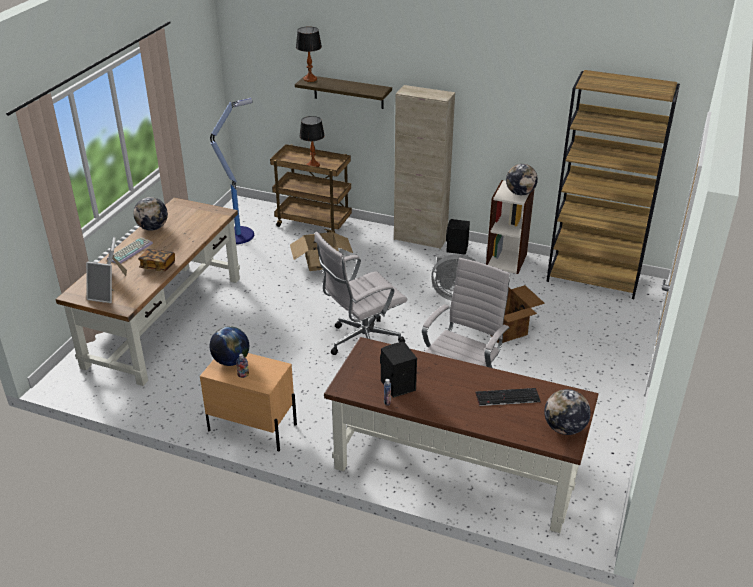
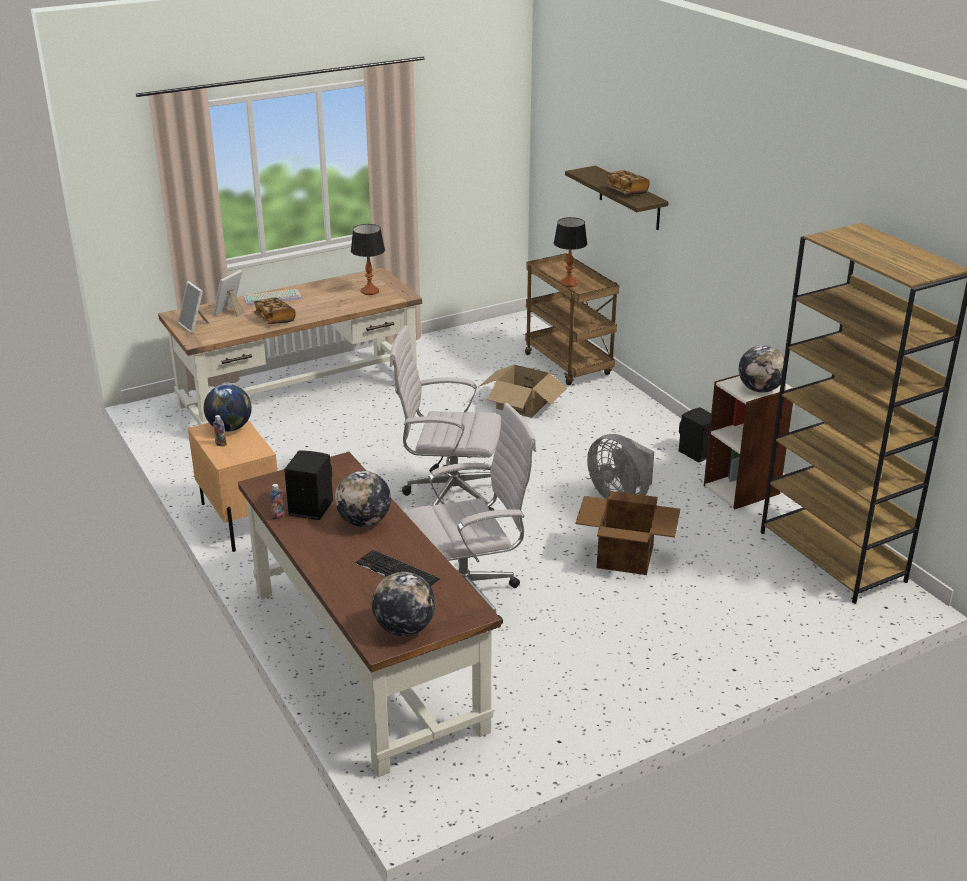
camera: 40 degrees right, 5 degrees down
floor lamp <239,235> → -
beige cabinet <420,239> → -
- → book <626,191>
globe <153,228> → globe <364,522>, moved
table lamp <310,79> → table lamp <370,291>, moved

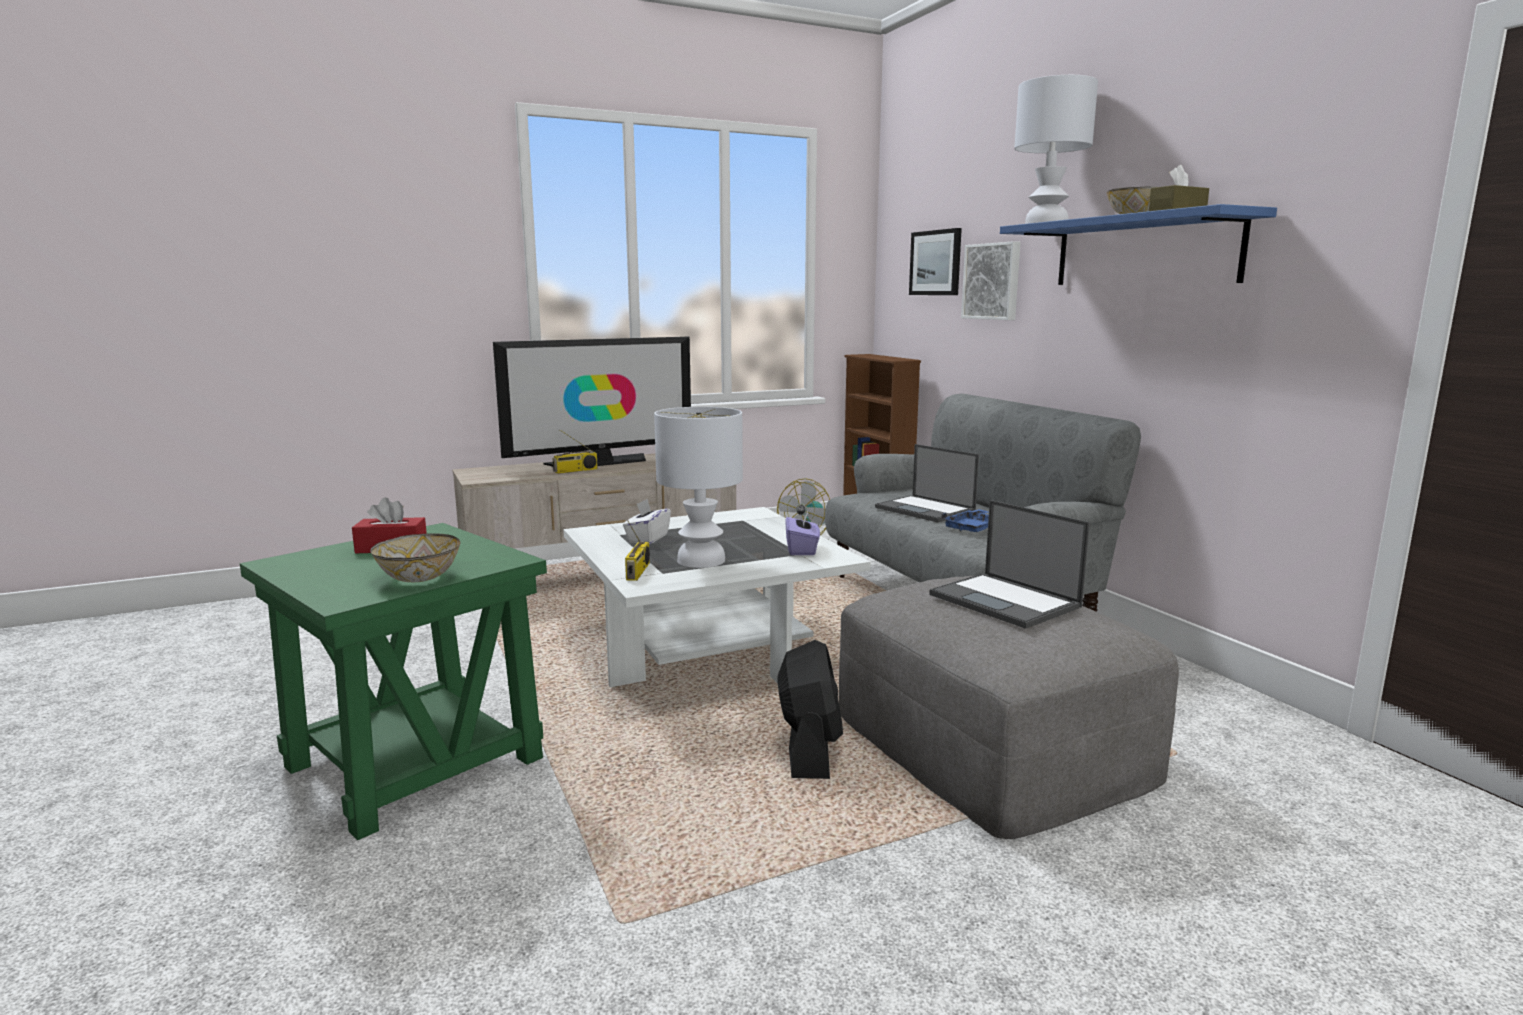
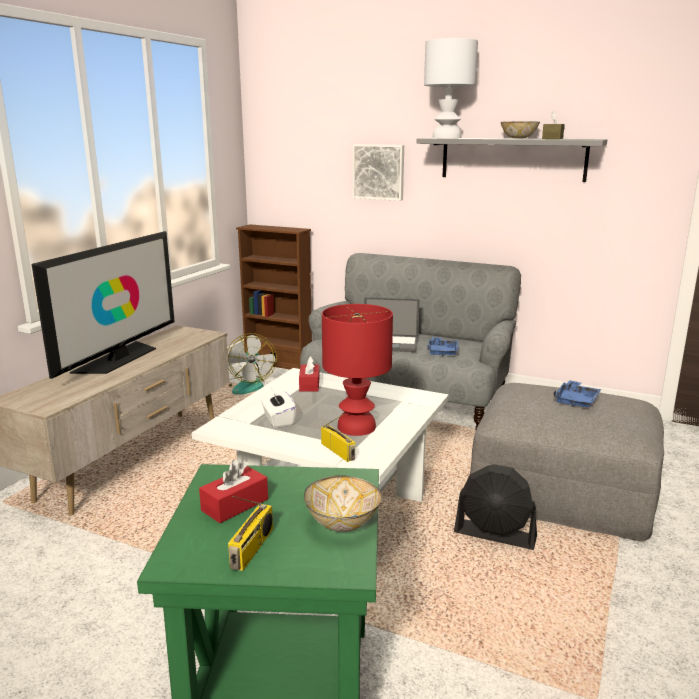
camera: 40 degrees left, 5 degrees up
purple tissue box <802,550> → -
picture <936,263> → -
- → red tissue box <309,384>
radio <575,471> → radio <252,549>, moved
laptop <1006,601> → blue tray <576,401>
white table lamp <701,561> → red table lamp <357,427>
blue shelf <1144,251> → grey shelf <512,159>
black fan <809,750> → black fan <495,535>, 150 degrees clockwise

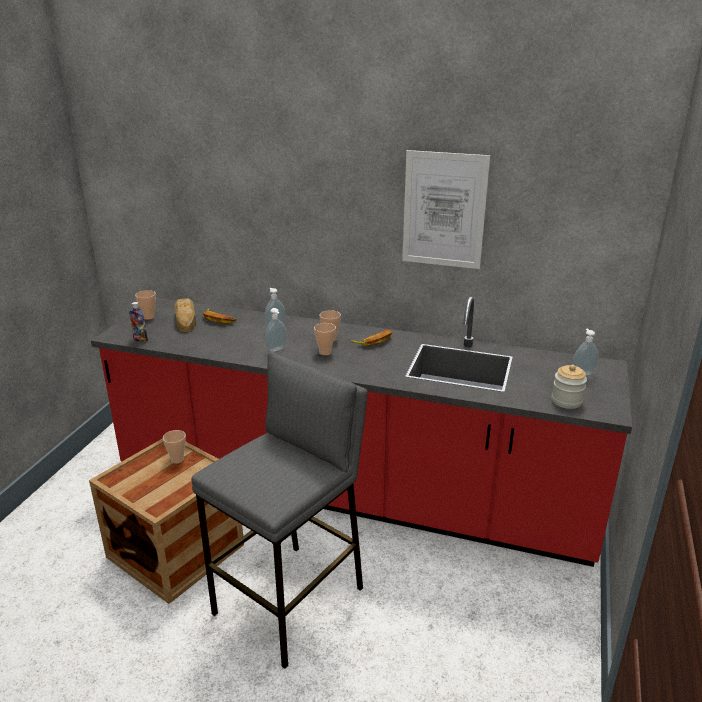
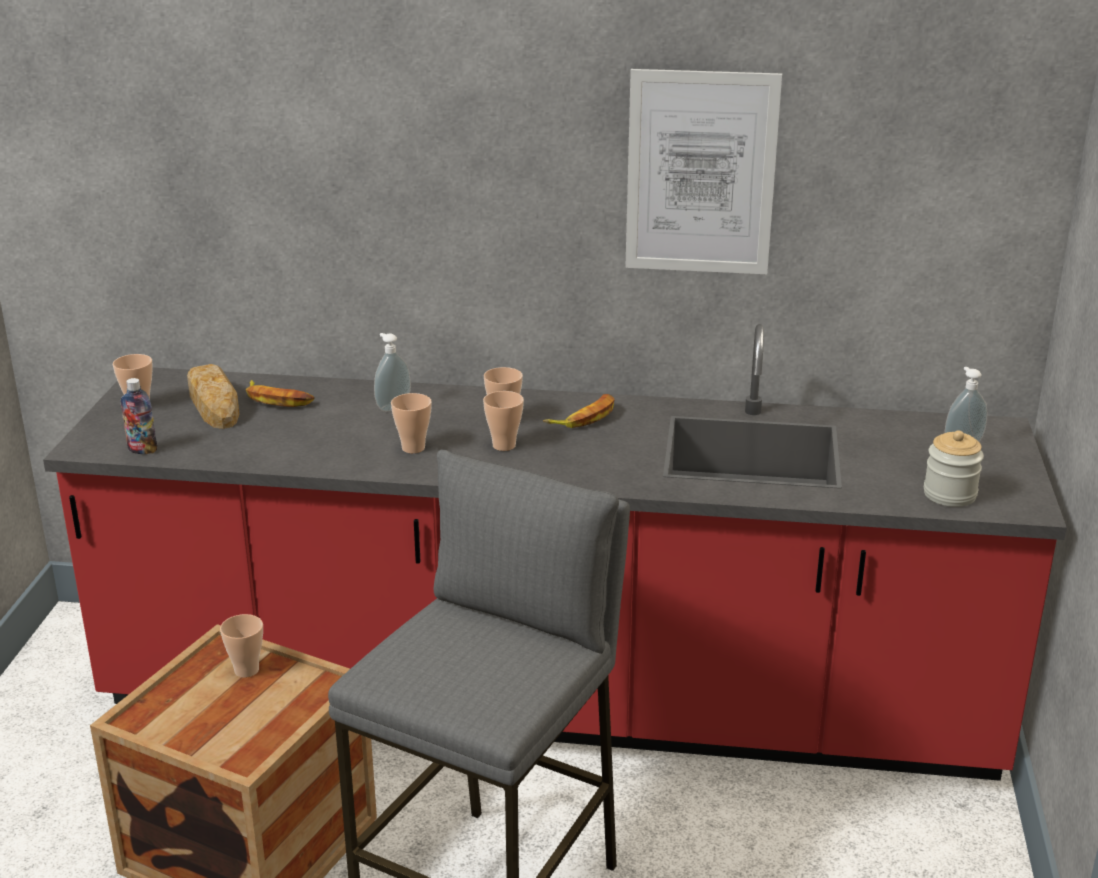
camera: 10 degrees left, 0 degrees up
soap dispenser <277,350> → cup <413,448>

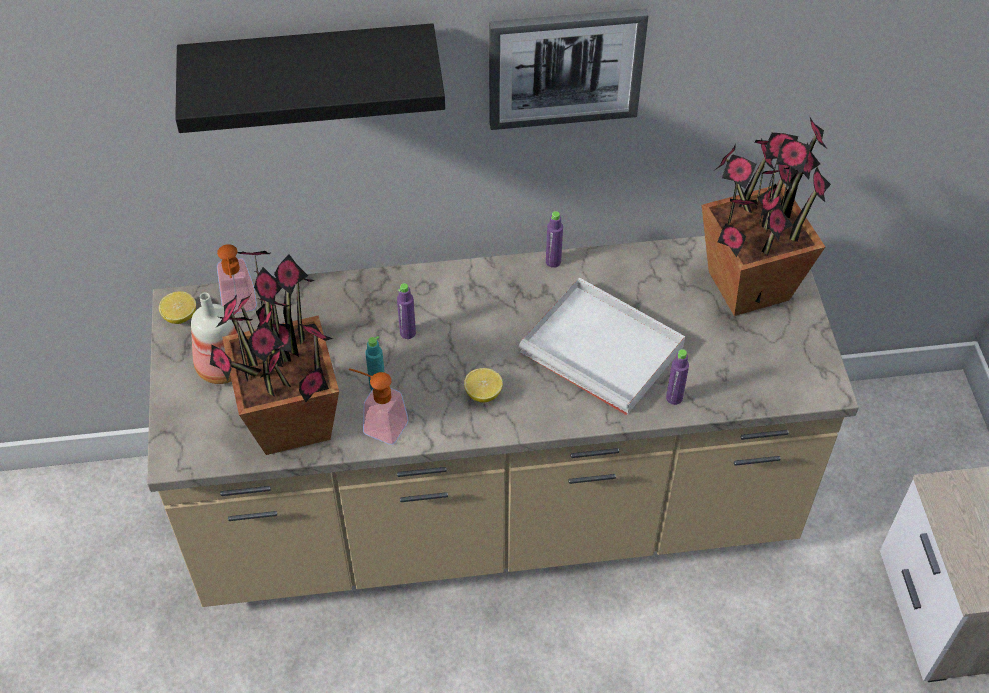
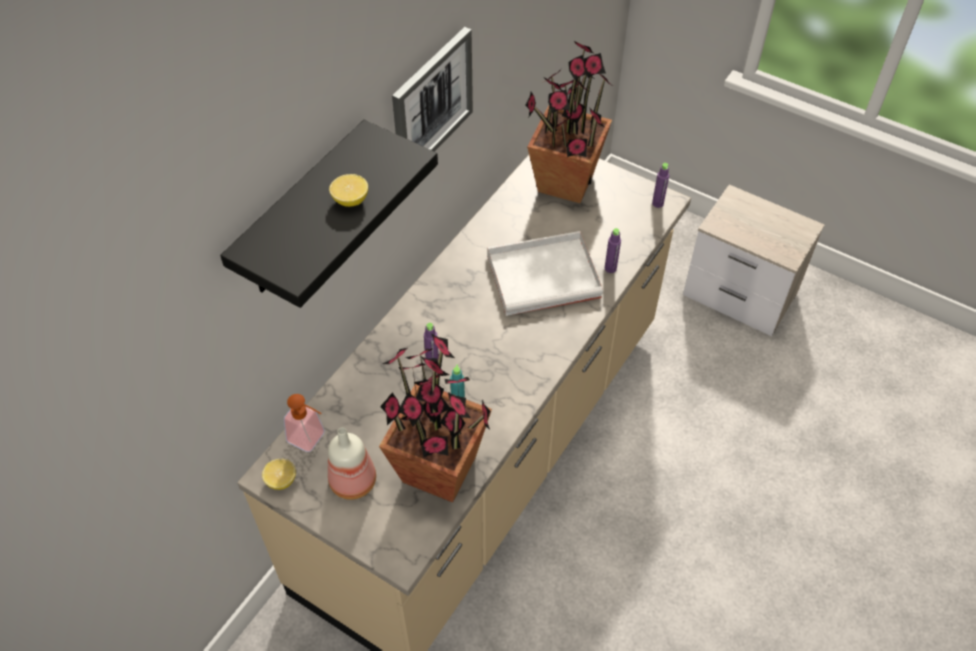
camera: 50 degrees left, 0 degrees up
soap dispenser <378,424> → -
lemon <483,393> → lemon <350,200>, moved
purple bottle <553,261> → purple bottle <657,203>, moved

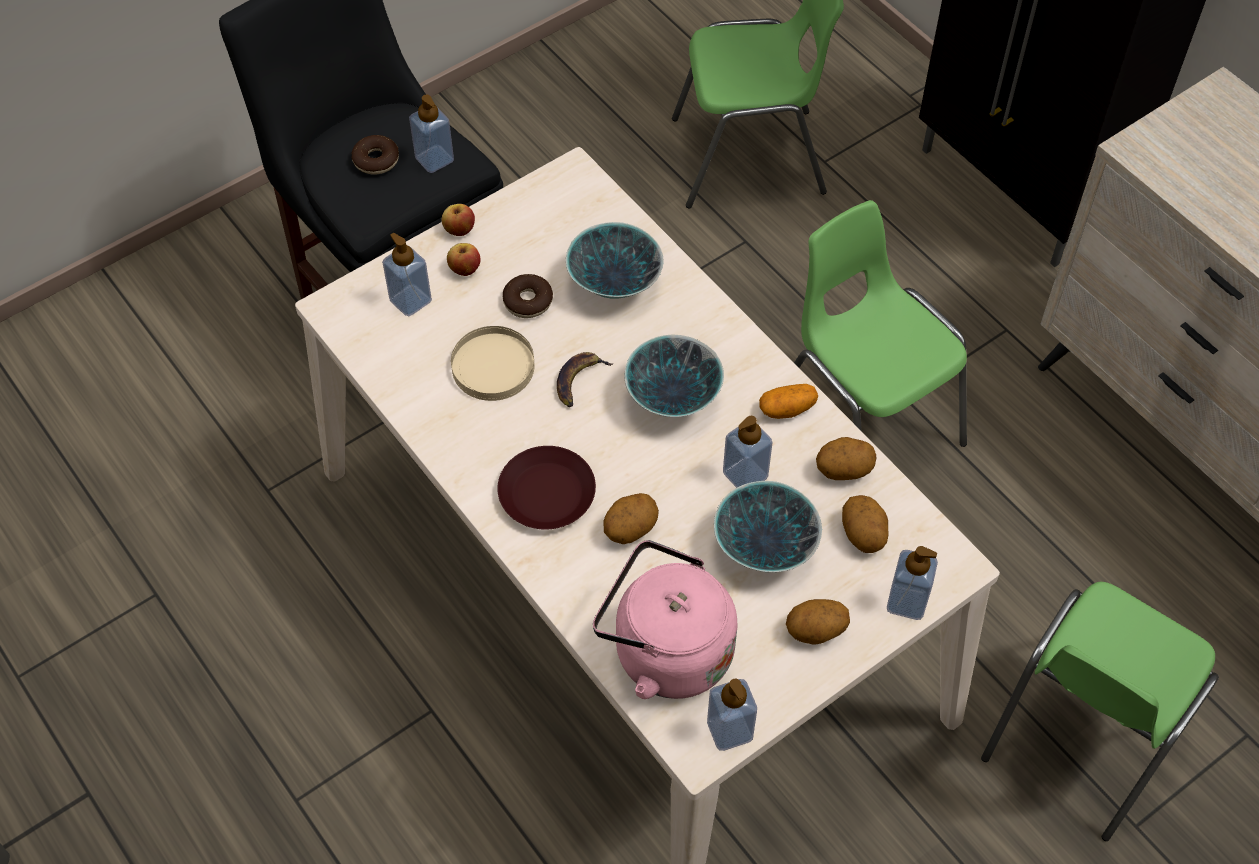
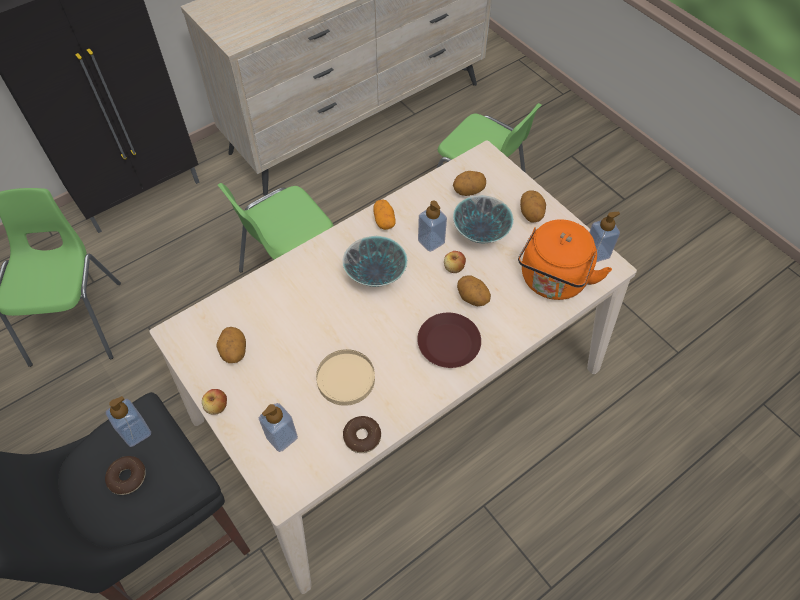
camera: 90 degrees left, 0 degrees up
banana <579,381> → -
bowl <613,284> → -
soap dispenser <907,602> → -
apple <464,269> → apple <454,268>, moved
donut <528,301> → donut <362,437>, moved
potato <844,470> → potato <234,352>, moved
pink kettle <665,651> → orange kettle <552,281>

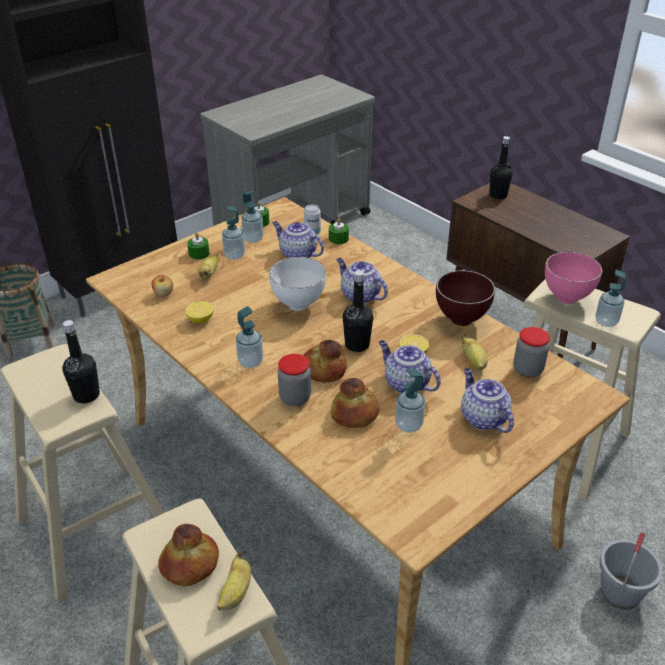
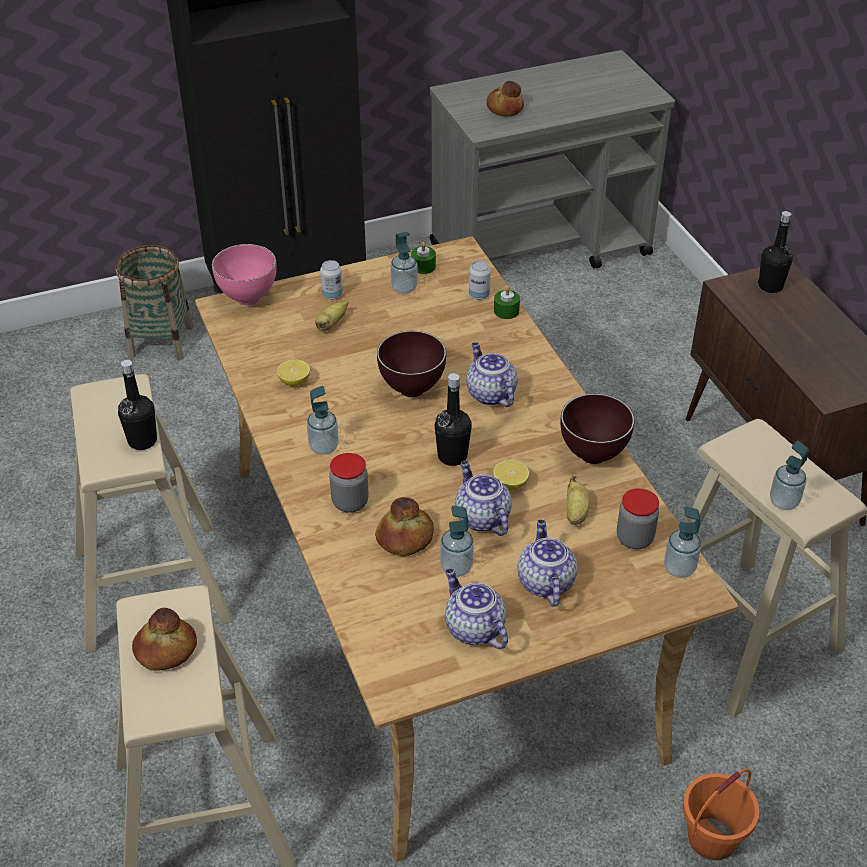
camera: 20 degrees right, 5 degrees up
apple <163,294> → -
banana <235,593> → -
soap dispenser <234,255> → soap dispenser <679,568>, moved
teapot <297,255> → teapot <473,628>, moved
bread <323,369> → bread <504,108>, moved
pink bowl <566,298> → pink bowl <249,298>, moved
green candle <199,254> → can <332,295>
white bowl <299,305> → brown bowl <413,389>
grey bucket <620,593> → orange bucket <712,839>

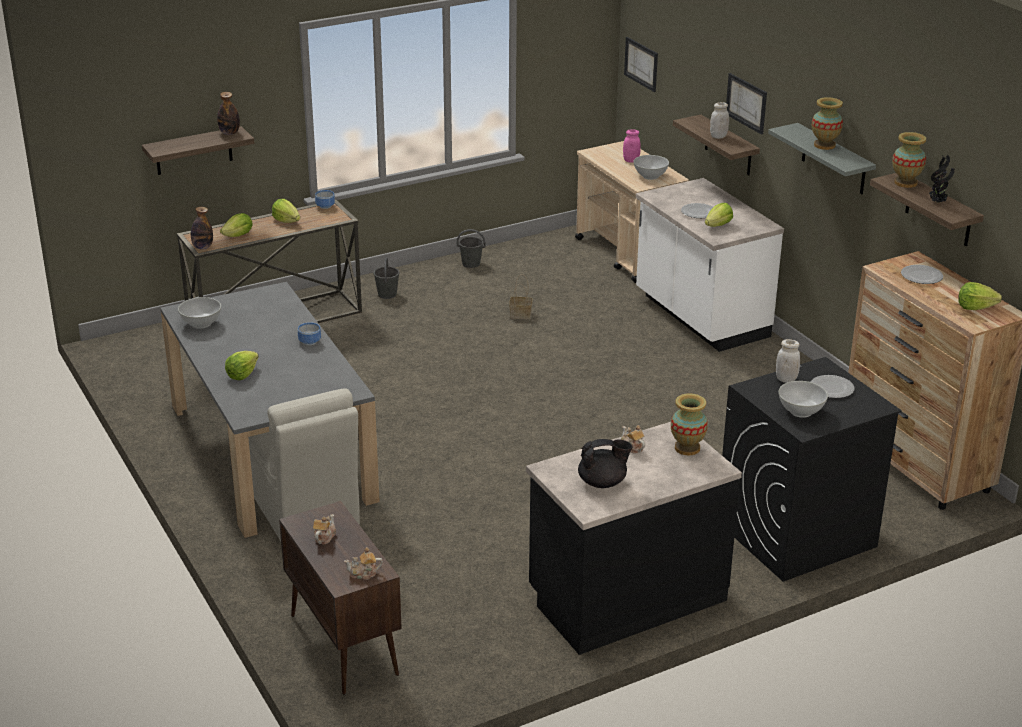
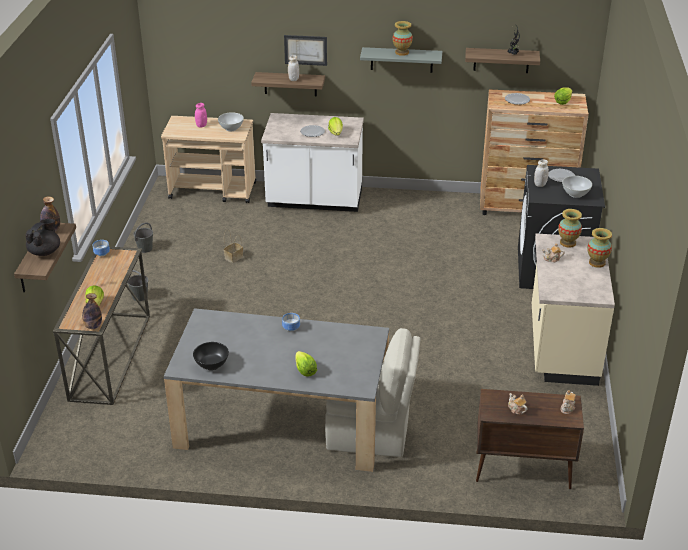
camera: 55 degrees left, 5 degrees up
lettuce <286,221> → -
picture <641,64> → -
black teapot <603,482> → black teapot <45,252>, moved
vase <905,183> → vase <597,263>, moved
white bowl <201,324> → black bowl <211,365>
black counter <626,597> → beige counter <561,347>

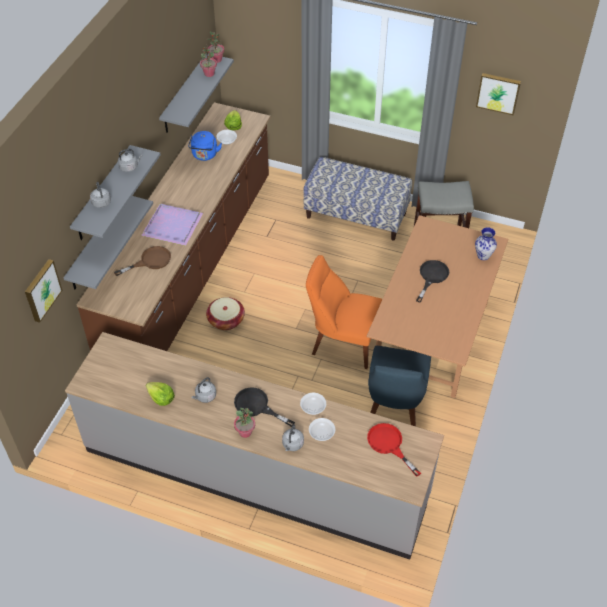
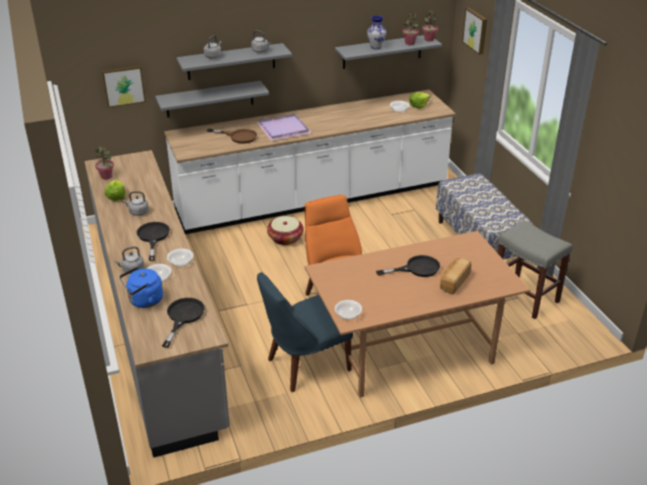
camera: 50 degrees right, 15 degrees down
- → bowl <348,315>
- → bread <453,282>
blue kettle <204,155> → blue kettle <144,301>, moved
potted plant <245,432> → potted plant <106,176>, moved
vase <483,256> → vase <375,47>, moved
picture <498,92> → picture <476,30>, moved
brown counter <191,268> → white counter <313,199>
red frying pan <389,445> → black frying pan <183,317>

